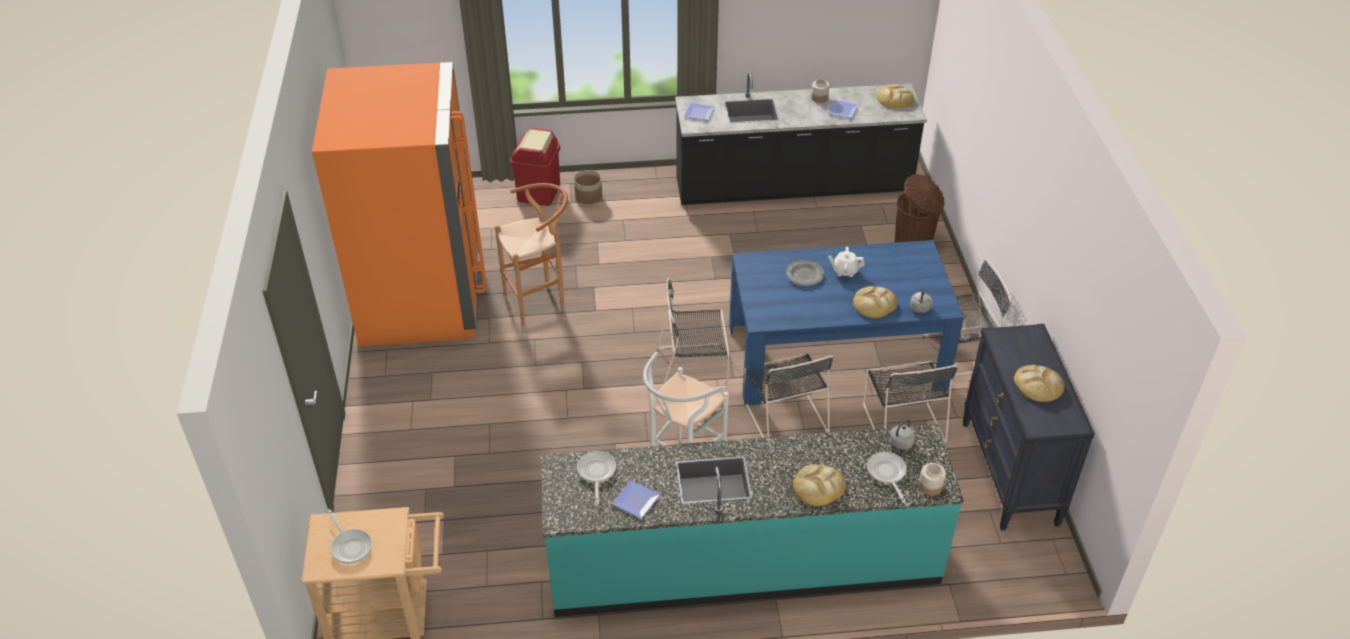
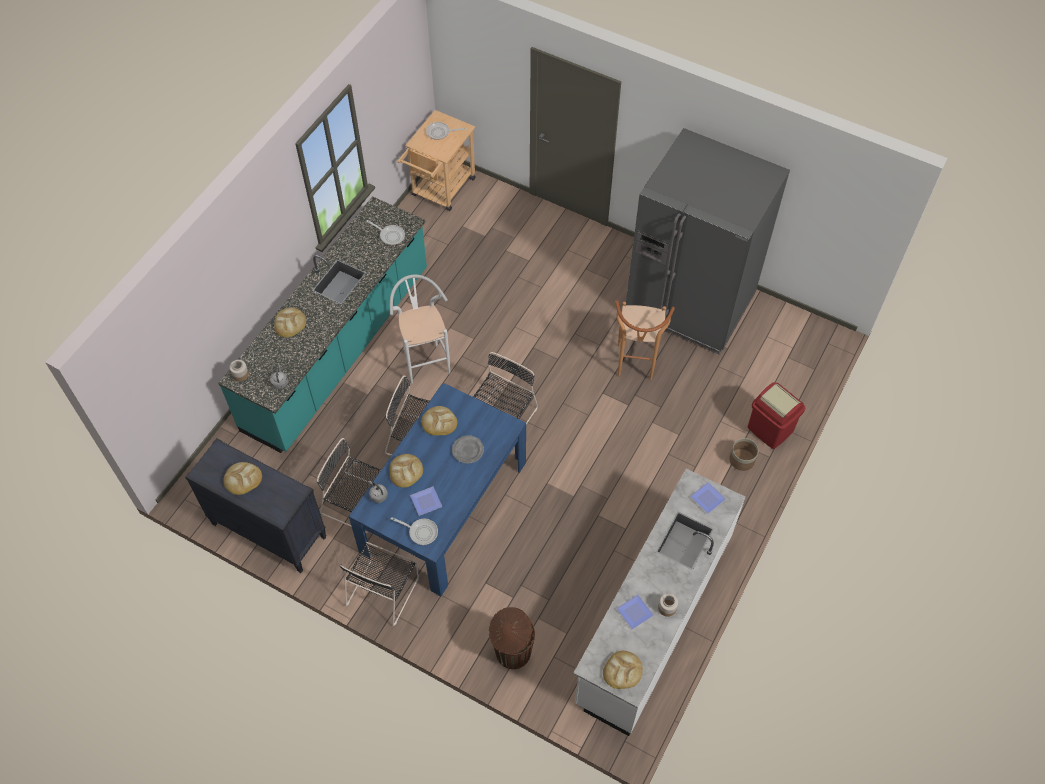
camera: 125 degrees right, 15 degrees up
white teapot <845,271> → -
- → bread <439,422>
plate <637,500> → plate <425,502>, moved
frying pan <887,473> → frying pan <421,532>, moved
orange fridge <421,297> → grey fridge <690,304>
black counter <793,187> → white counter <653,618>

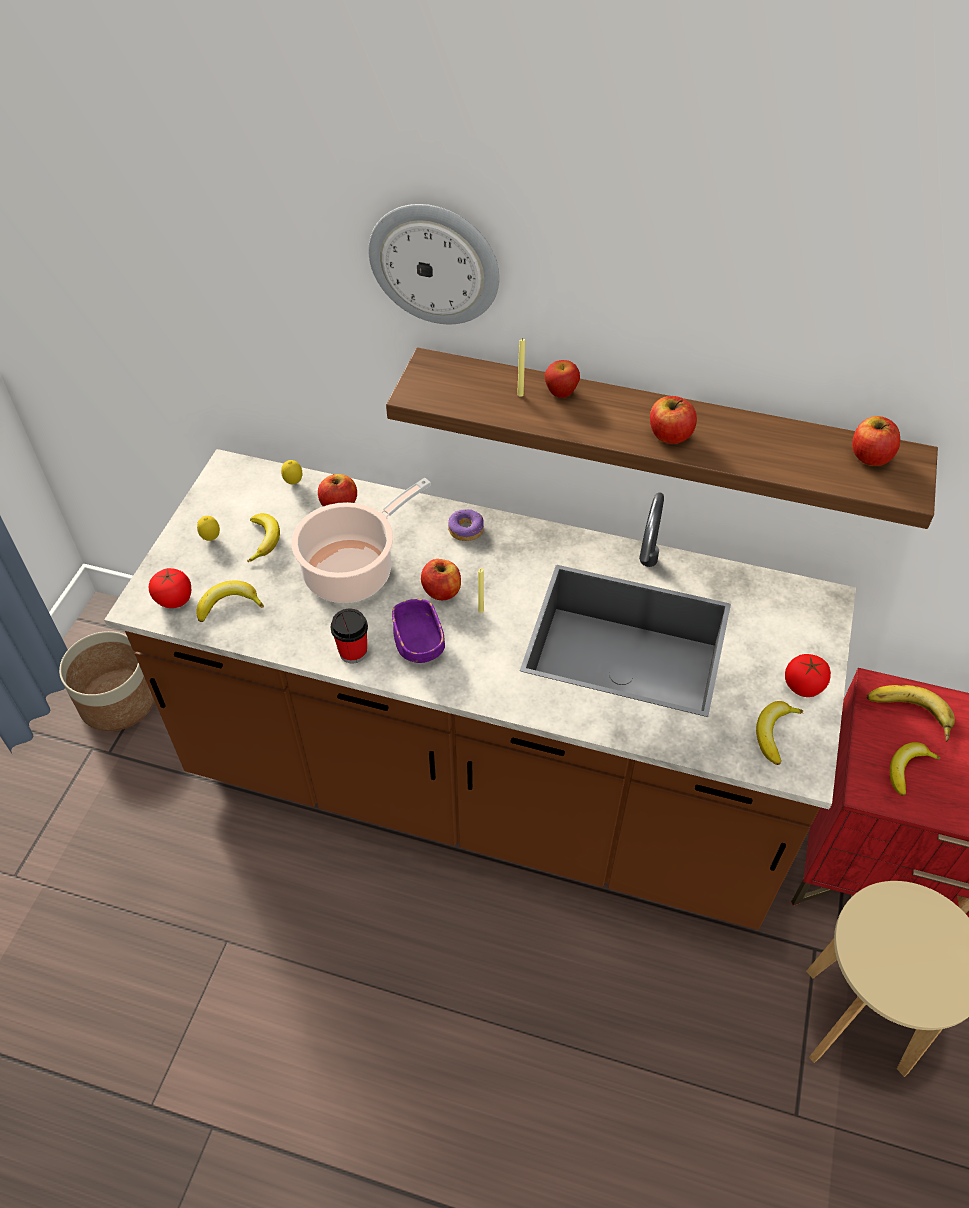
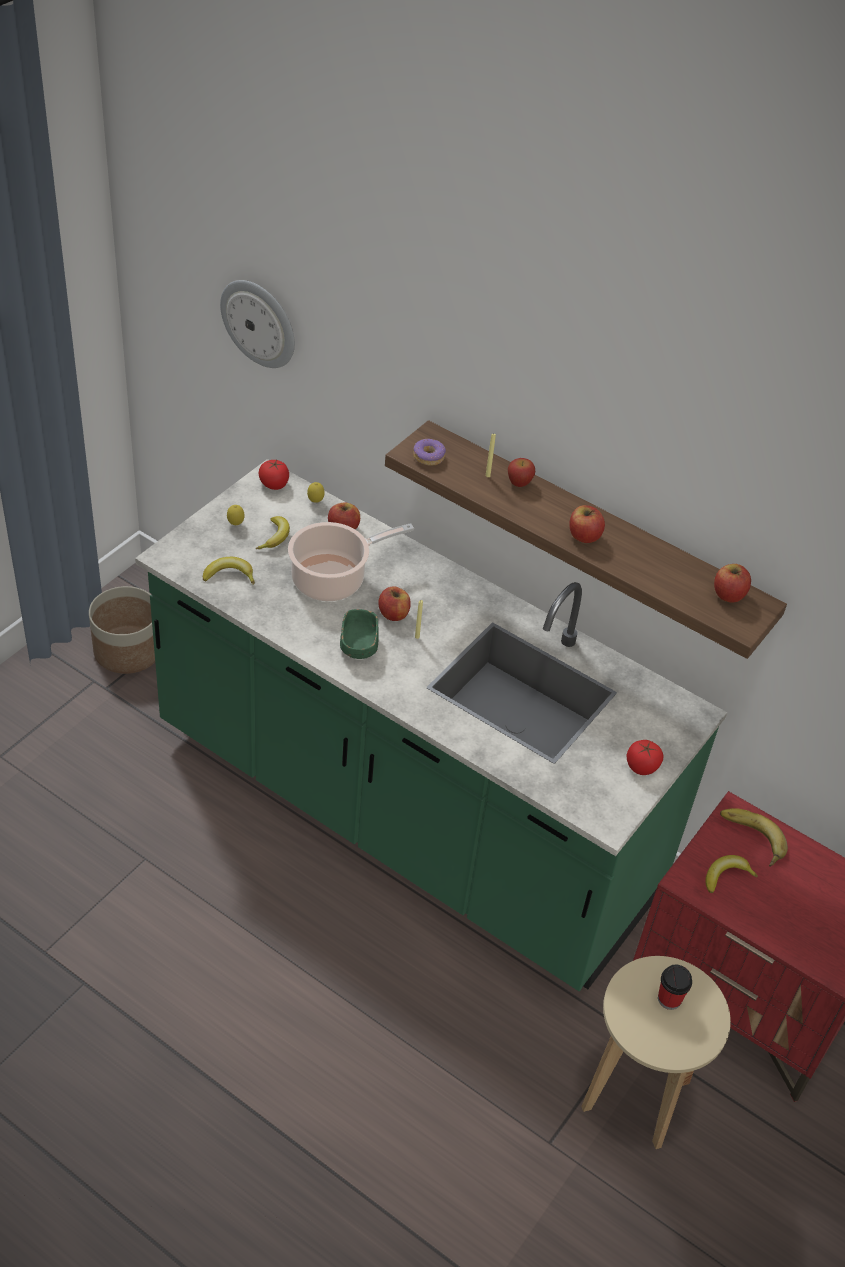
camera: 15 degrees right, 5 degrees down
banana <774,733> → -
tomato <174,599> → tomato <274,484>, moved
cup <353,652> → cup <669,999>, moved
wall clock <435,263> → wall clock <259,323>, moved
donut <466,529> → donut <429,457>, moved
brown counter <484,785> → green counter <403,813>
purple bowl <419,644> → green bowl <358,645>

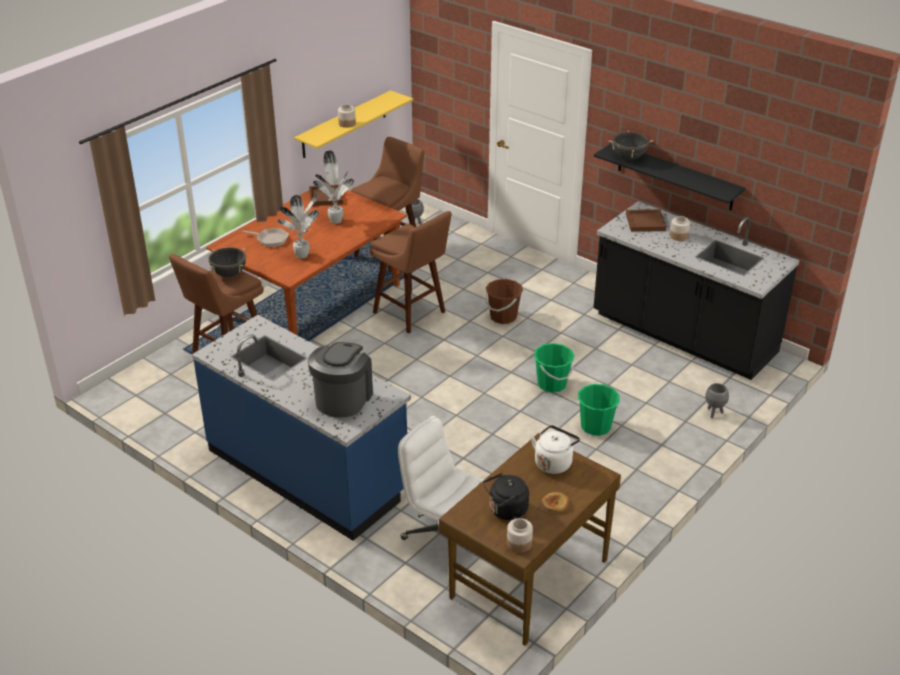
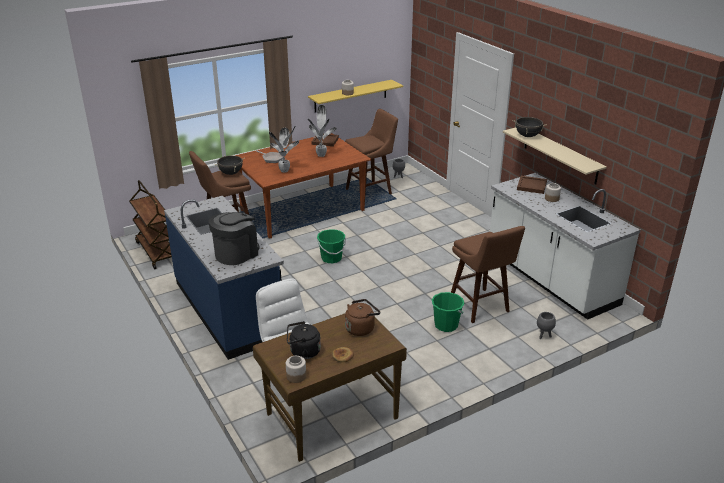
camera: 20 degrees right, 5 degrees down
brown bucket <503,317> → -
- → brown cart <156,252>
brown stool <412,314> → brown stool <481,307>, moved
green bucket <552,384> → green bucket <331,258>, moved
white kettle <554,462> → brown kettle <361,328>
black counter <683,335> → white counter <550,279>
black shelf <675,177> → beige shelf <560,155>

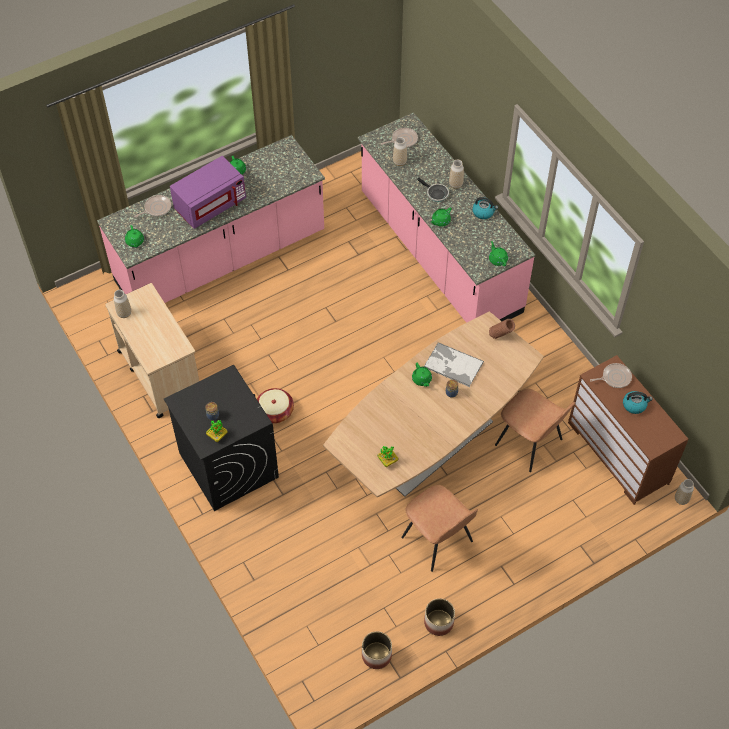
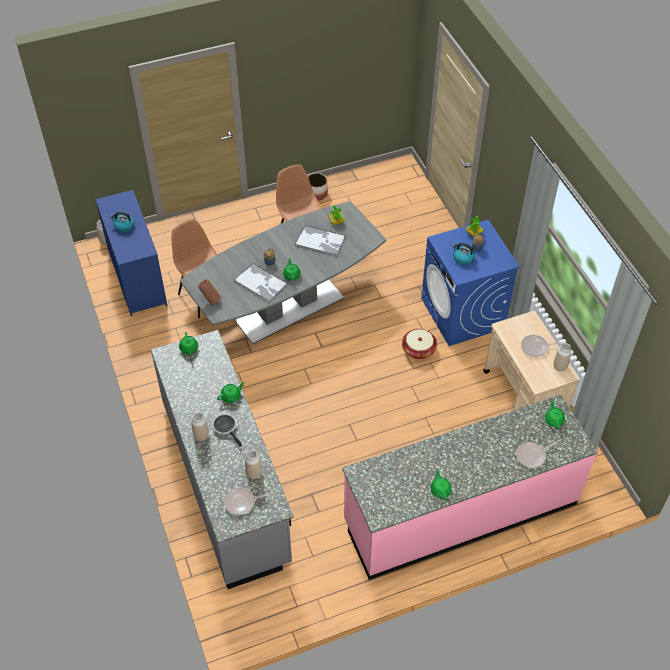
camera: 170 degrees left, 5 degrees down
purple microwave <210,204> → -
planter <376,655> → -
- → tray <321,241>
kettle <483,212> → kettle <463,258>, moved
frying pan <614,377> → frying pan <535,347>, moved
black washing machine <228,464> → blue washing machine <463,313>
brown dining table <432,442> → grey dining table <287,307>
pink counter <439,254> → grey counter <226,481>
brown dresser <618,453> → blue dresser <136,278>

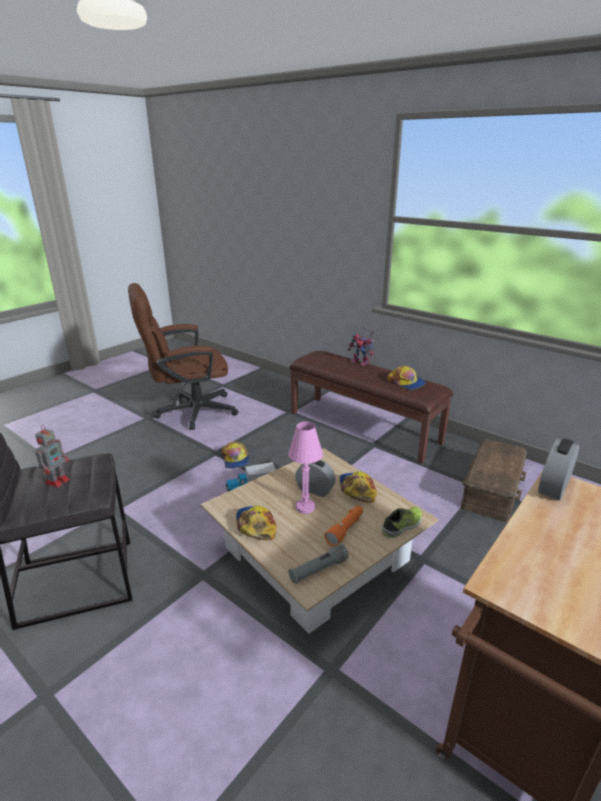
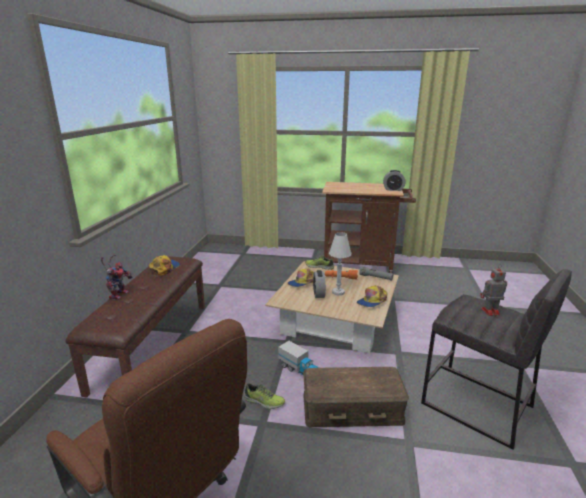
camera: 120 degrees left, 5 degrees down
brown storage box <491,489> → brown storage box <352,409>, moved
alarm clock <553,487> → alarm clock <393,189>, moved
cap <235,459> → shoe <263,401>
pink table lamp <305,507> → white table lamp <338,292>

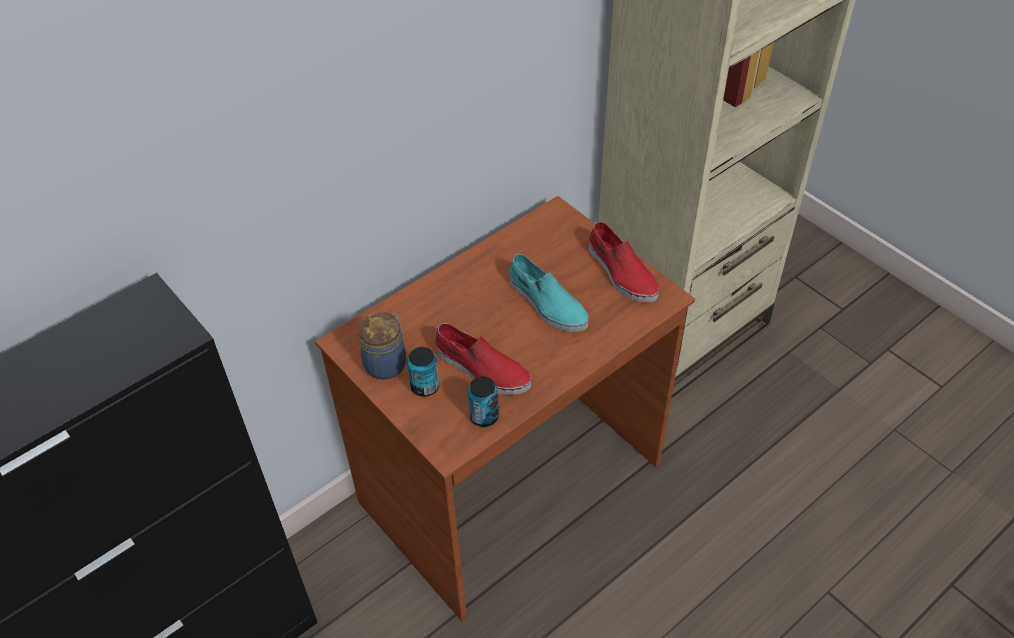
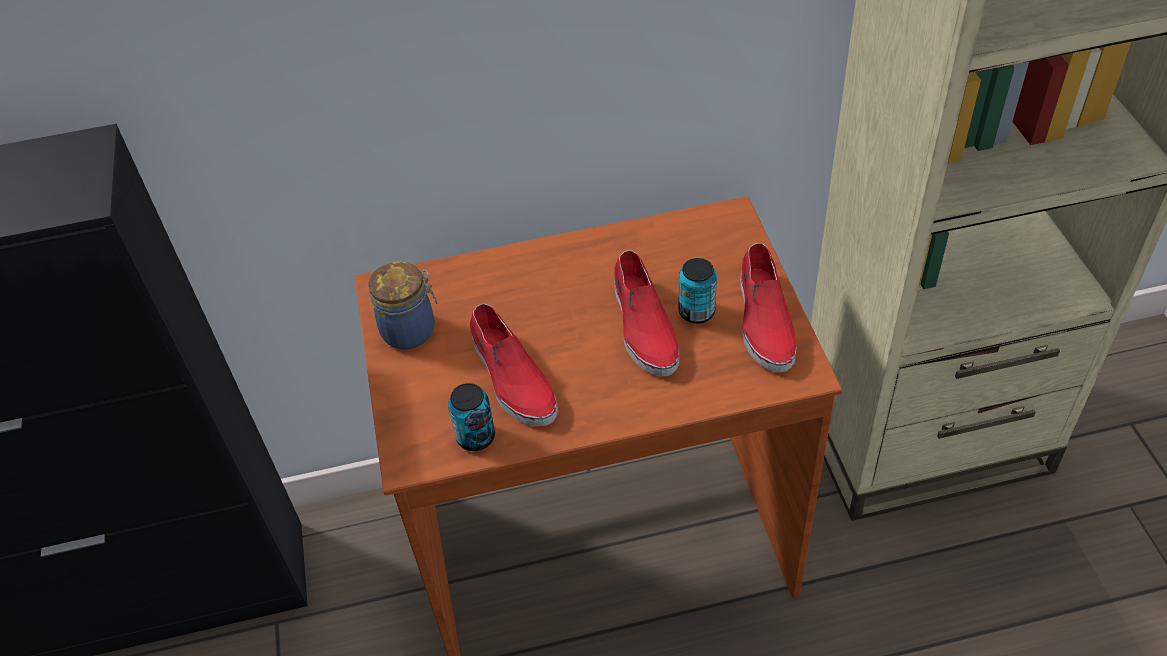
camera: 30 degrees right, 0 degrees up
can <425,386> → can <696,312>, moved
turquoise shoe <547,303> → red shoe <643,326>

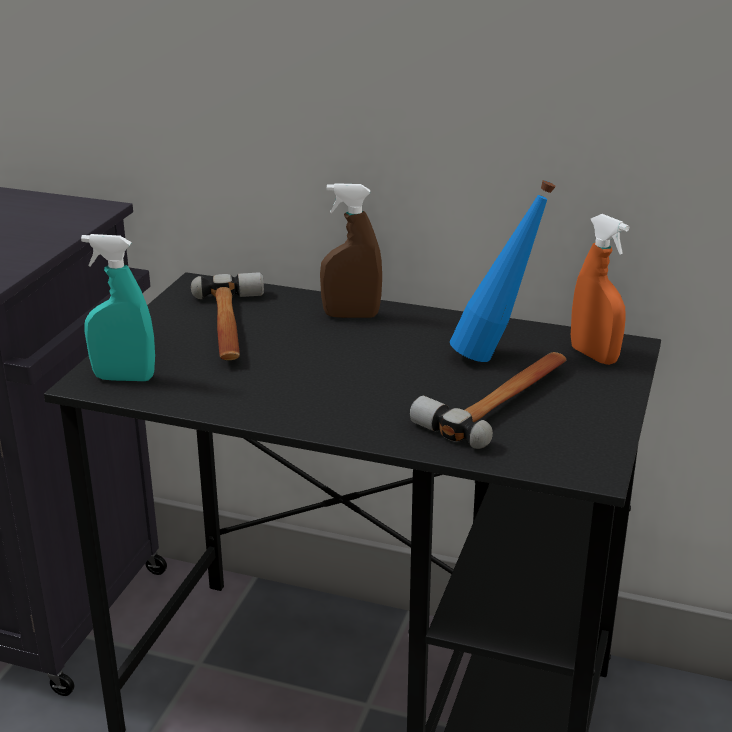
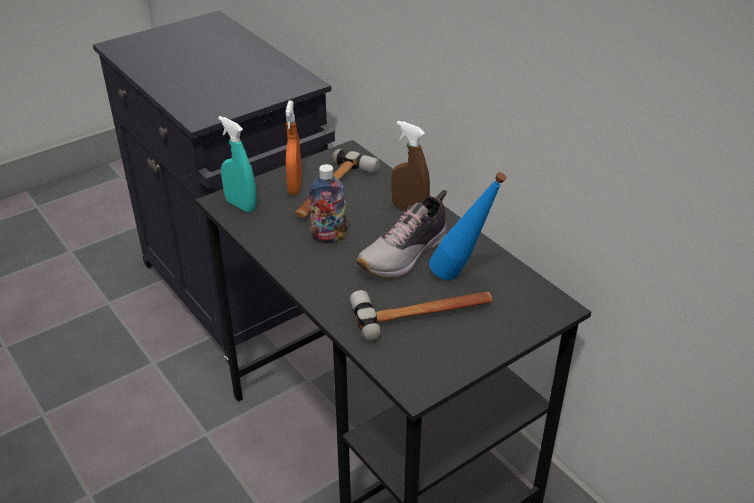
camera: 35 degrees right, 10 degrees up
- → bottle <329,237>
- → shoe <405,254>
orange spray bottle <593,355> → orange spray bottle <295,186>, moved

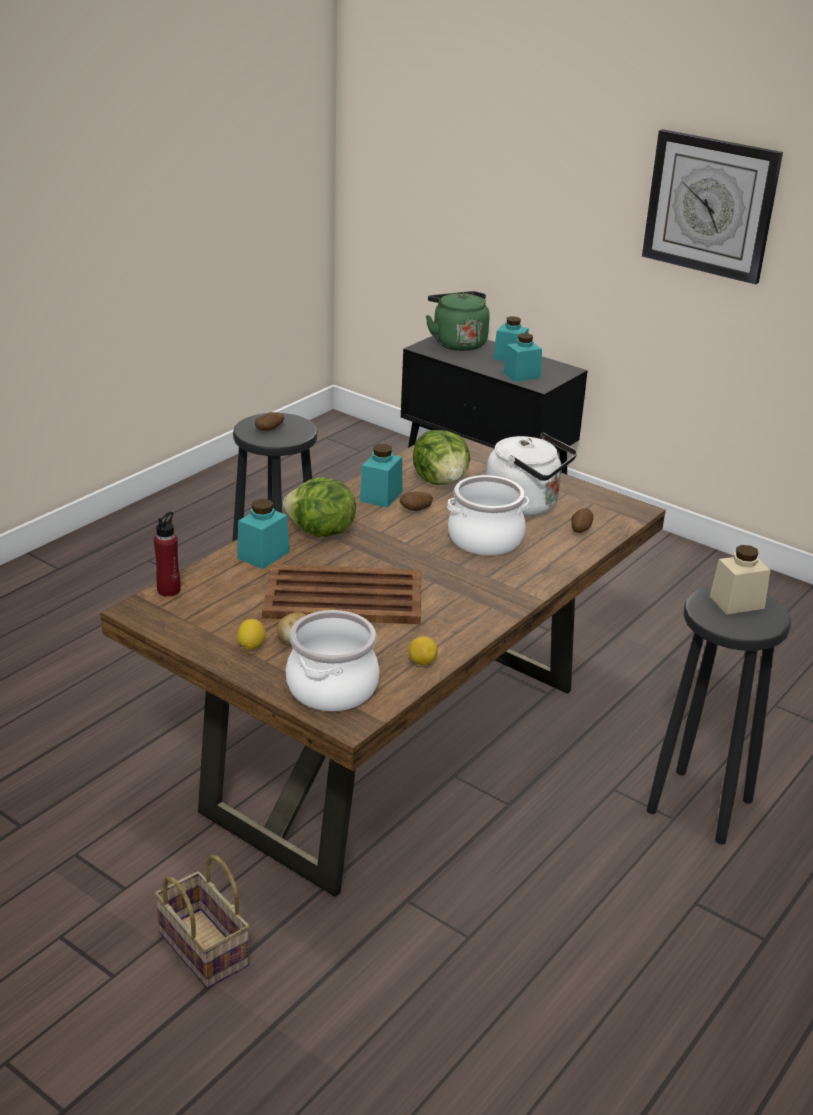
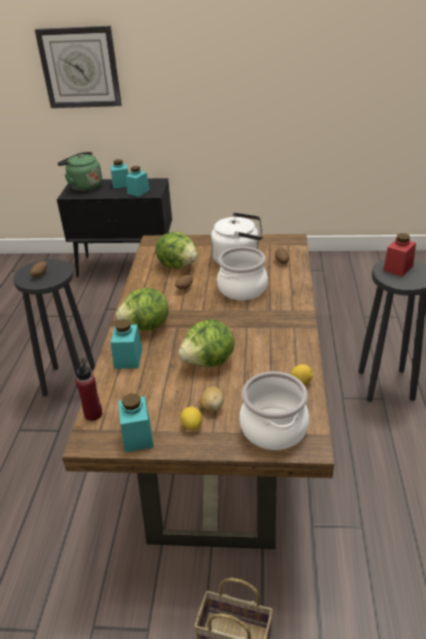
camera: 30 degrees left, 5 degrees up
turquoise jar <381,496> → turquoise jar <137,436>, moved
wall clock <710,205> → wall clock <80,68>, moved
brown tray <345,597> → lettuce <209,362>
beige jar <736,602> → red jar <398,268>

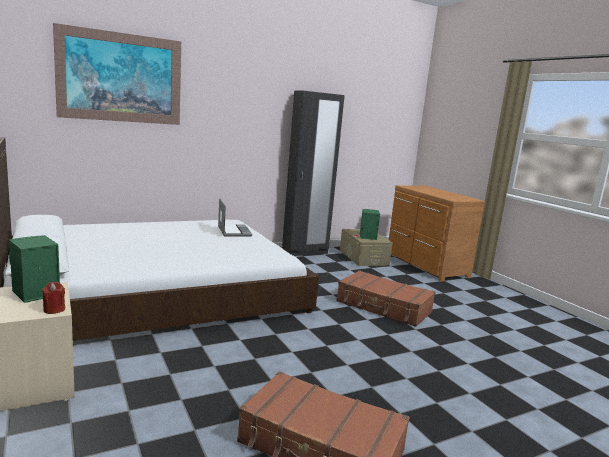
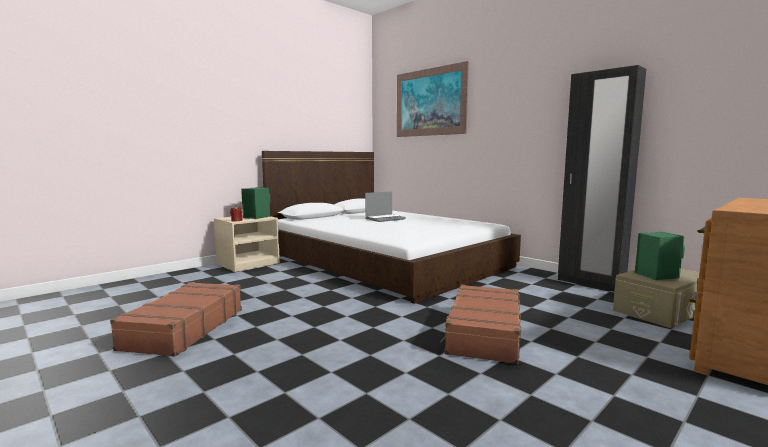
camera: 75 degrees right, 5 degrees down
laptop <233,231> → laptop <385,219>, moved

